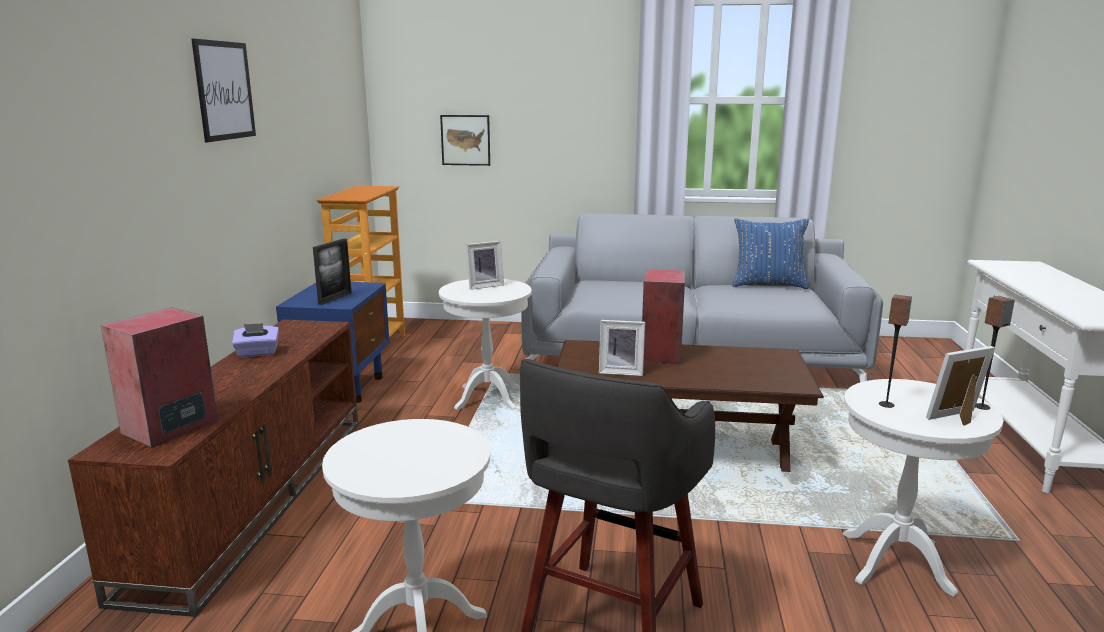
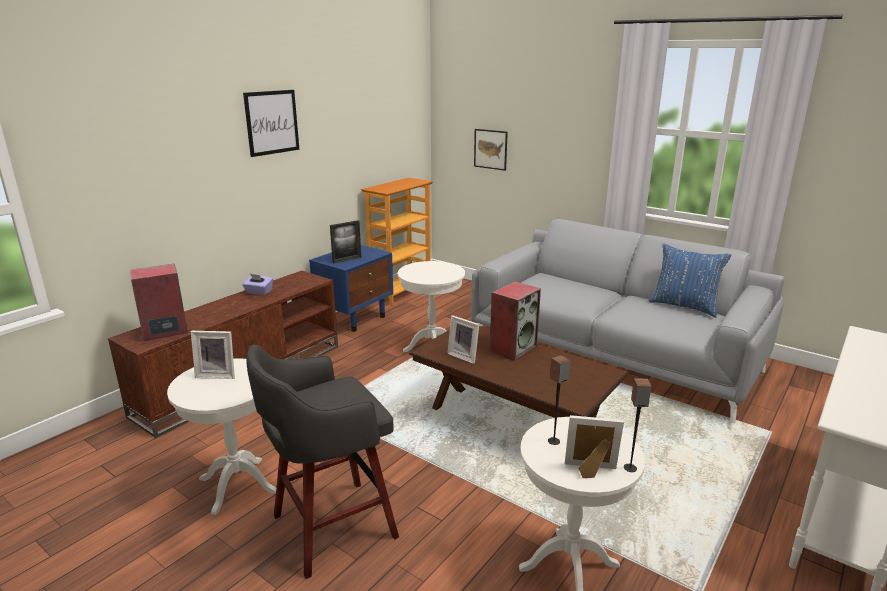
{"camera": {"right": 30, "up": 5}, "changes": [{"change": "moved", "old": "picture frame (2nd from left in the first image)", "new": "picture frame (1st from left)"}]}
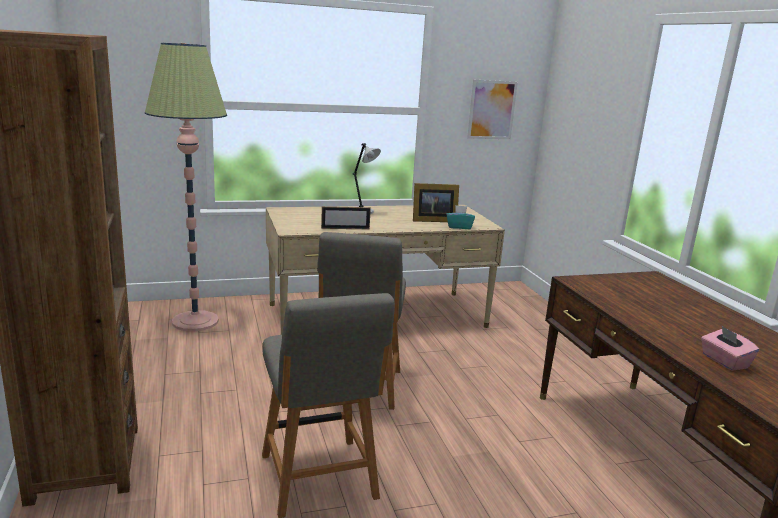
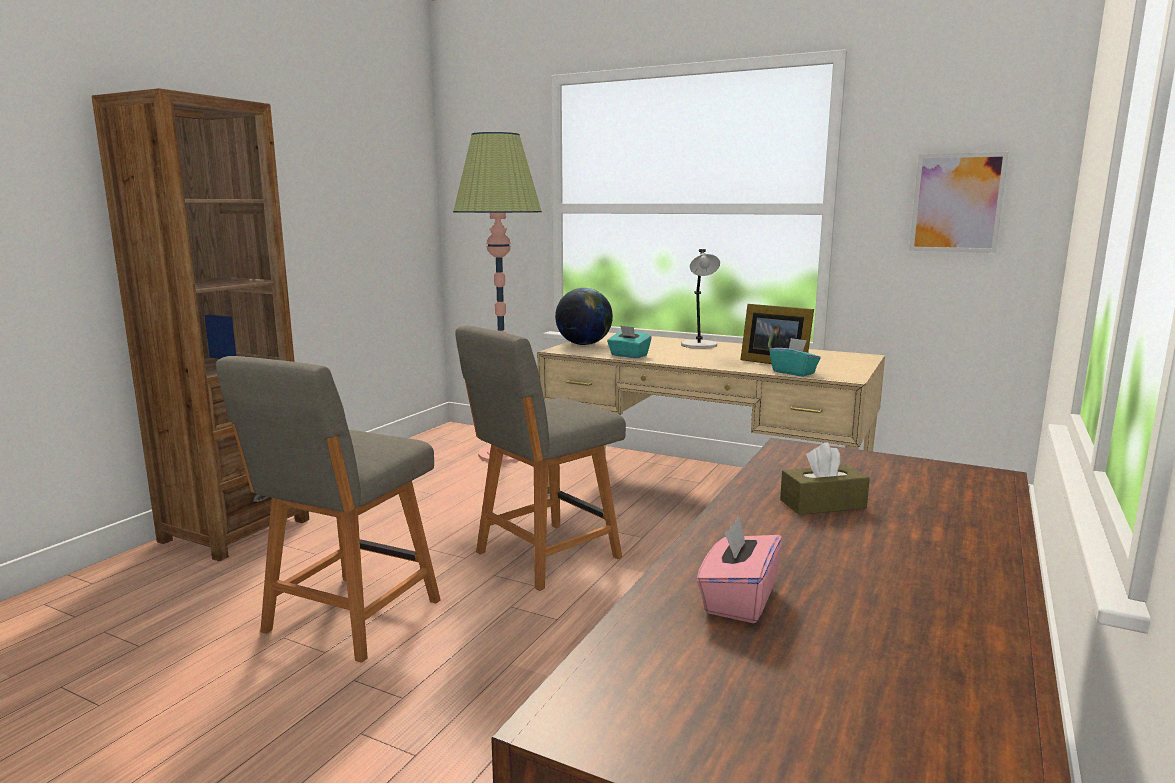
{"camera": {"right": 45, "up": -5}, "changes": [{"change": "added", "new": "globe"}, {"change": "added", "new": "brown tissue box"}, {"change": "replaced", "old": "picture frame (1st from left)", "new": "turquoise tissue box (1st from left)"}]}
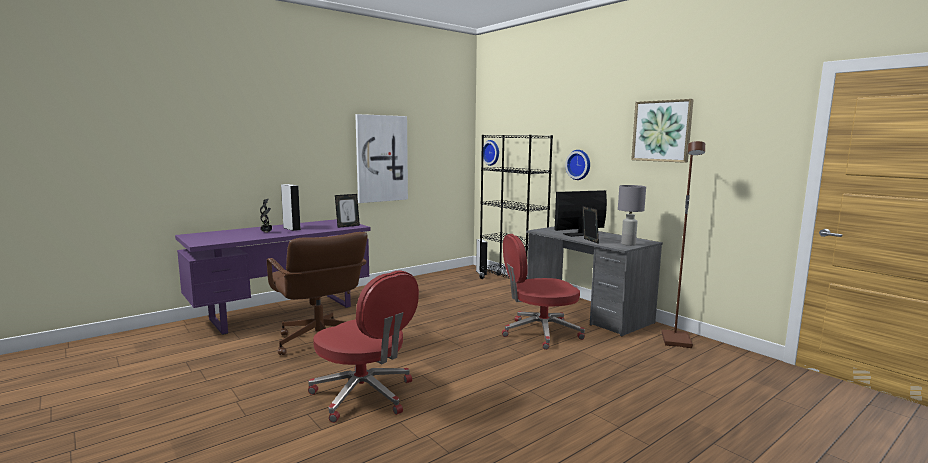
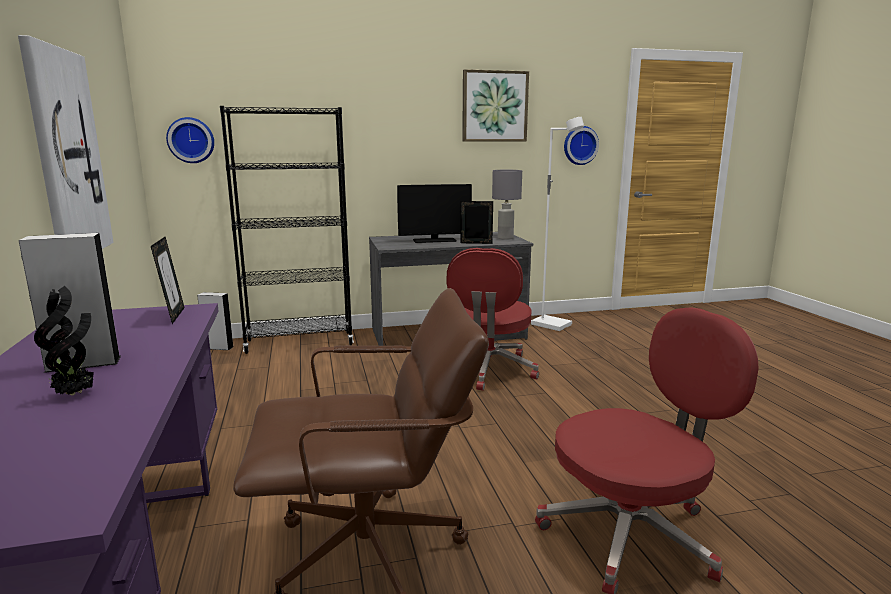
{"camera": {"right": -65, "up": 5}, "changes": [{"change": "moved", "old": "wall clock (2nd from left)"}, {"change": "recoloured", "old": "brown floor lamp", "new": "white floor lamp"}, {"change": "turned", "old": "monitor", "degrees": -105}]}
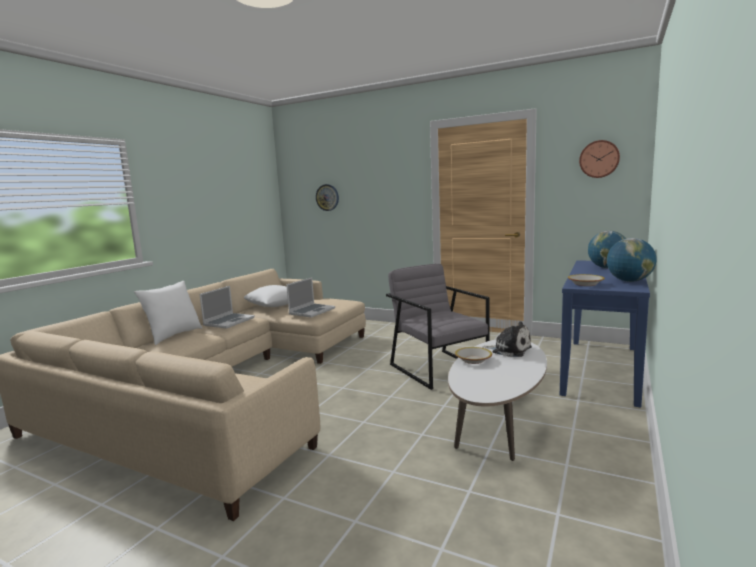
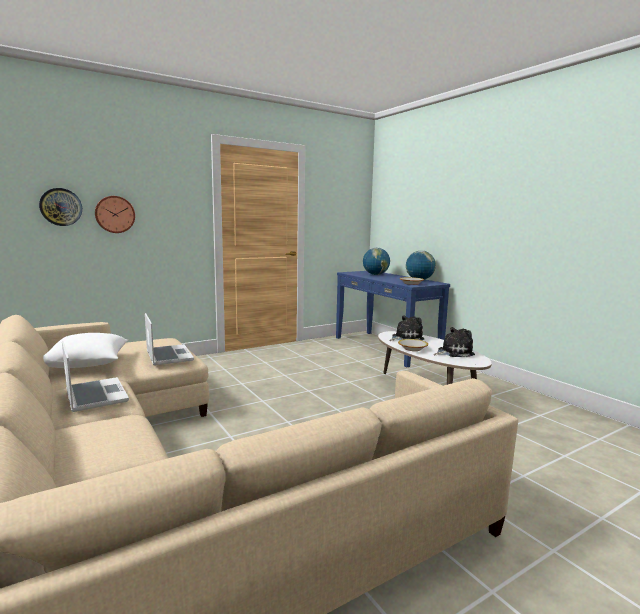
{"camera": {"right": -60, "up": 0}, "changes": [{"change": "removed", "old": "white pillow (1st from left)"}, {"change": "removed", "old": "grey armchair"}, {"change": "added", "new": "plush toy (2nd from left)"}, {"change": "moved", "old": "wall clock (2nd from left)"}]}
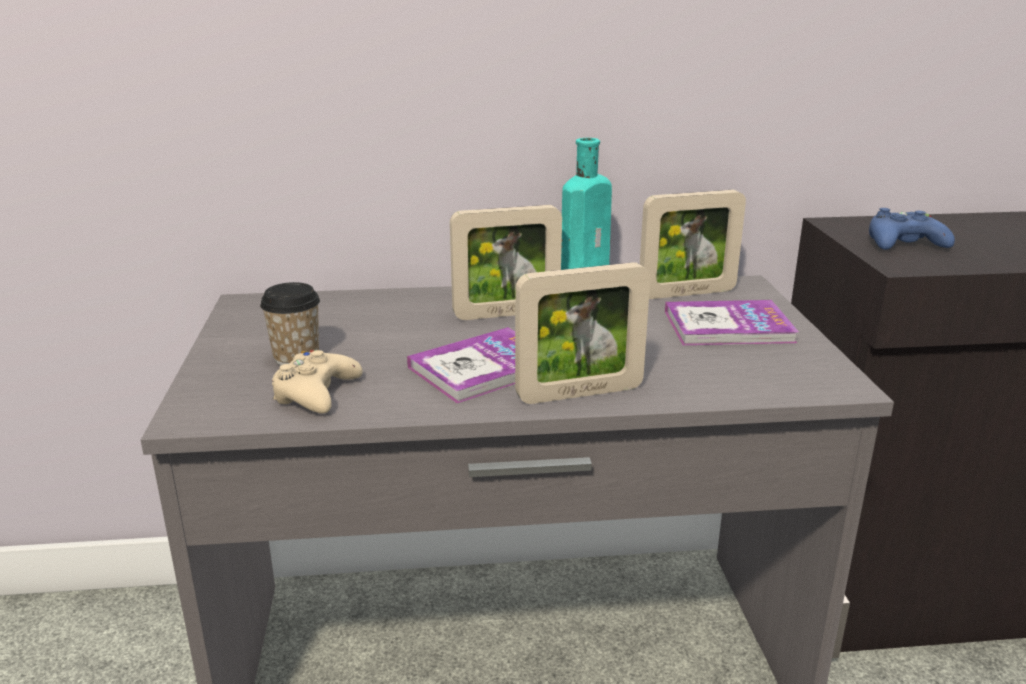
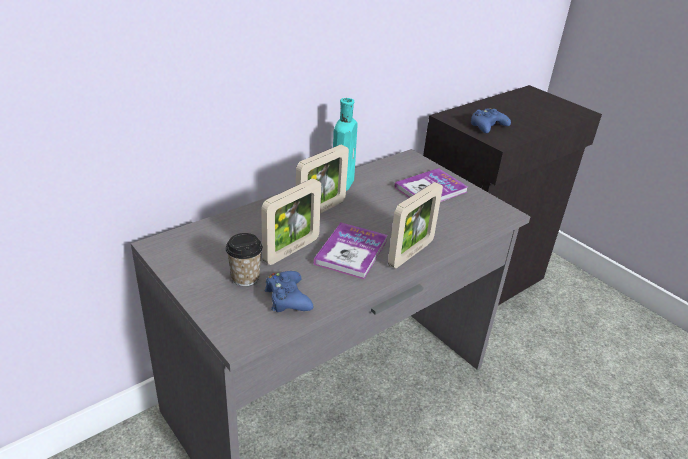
{"camera": {"right": -35, "up": 10}, "changes": [{"change": "moved", "old": "picture frame (3rd from left in the first image)", "new": "picture frame (1st from left)"}, {"change": "recoloured", "old": "beige game controller", "new": "blue game controller (1st from left)"}]}
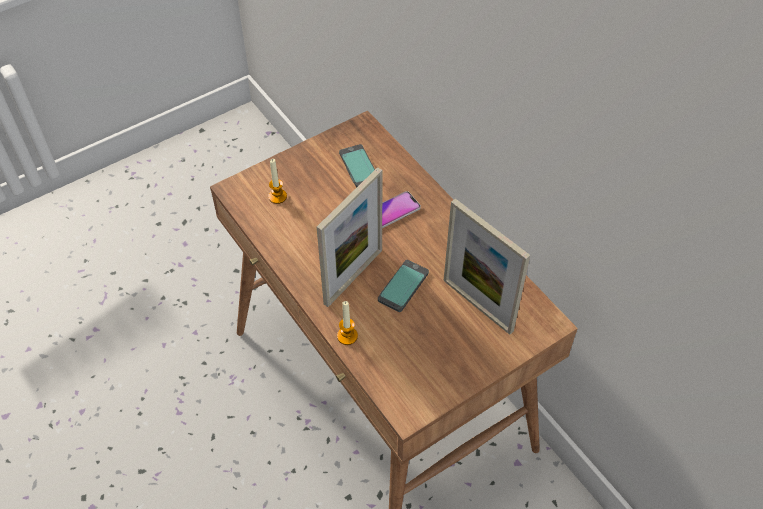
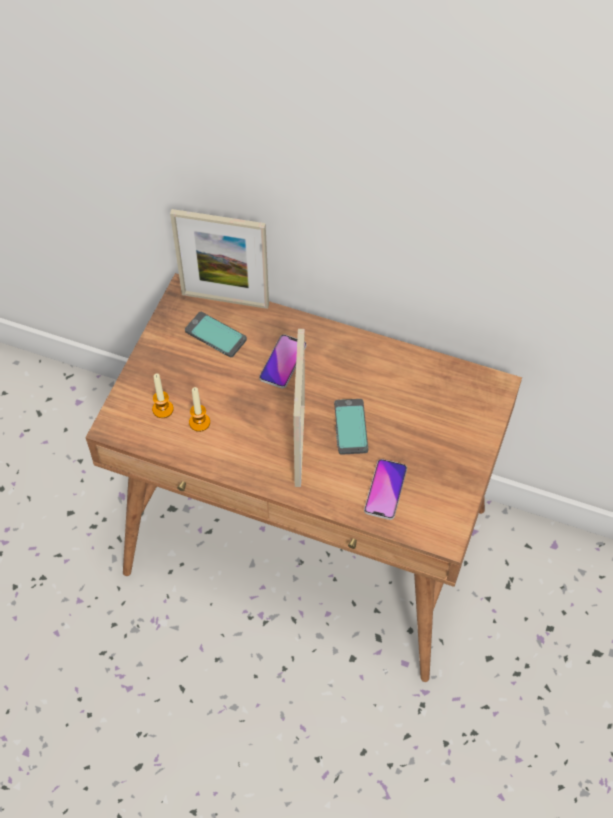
{"camera": {"right": -35, "up": 5}, "changes": [{"change": "added", "new": "phone (4th from left)"}, {"change": "moved", "old": "candle (2nd from left)"}, {"change": "moved", "old": "picture frame (2nd from left in the first image)", "new": "picture frame (1st from left)"}]}
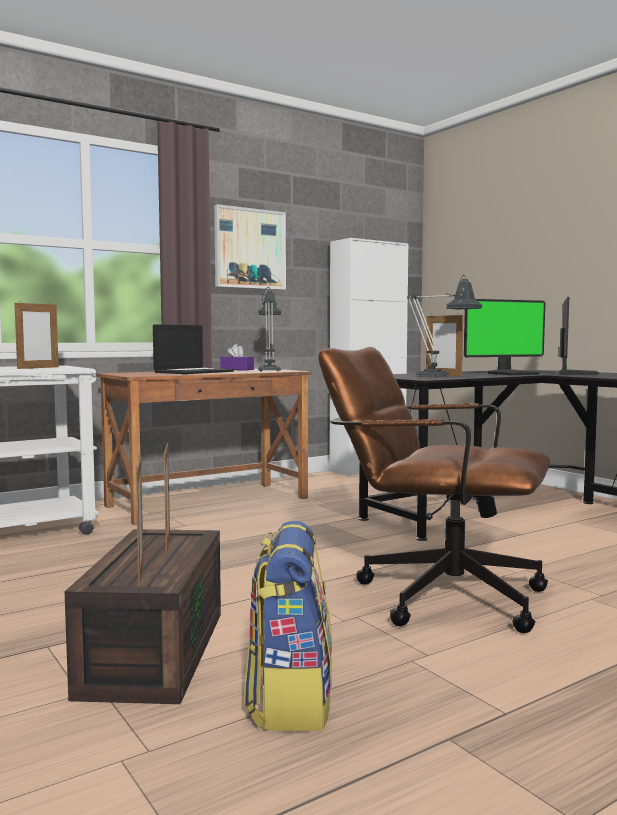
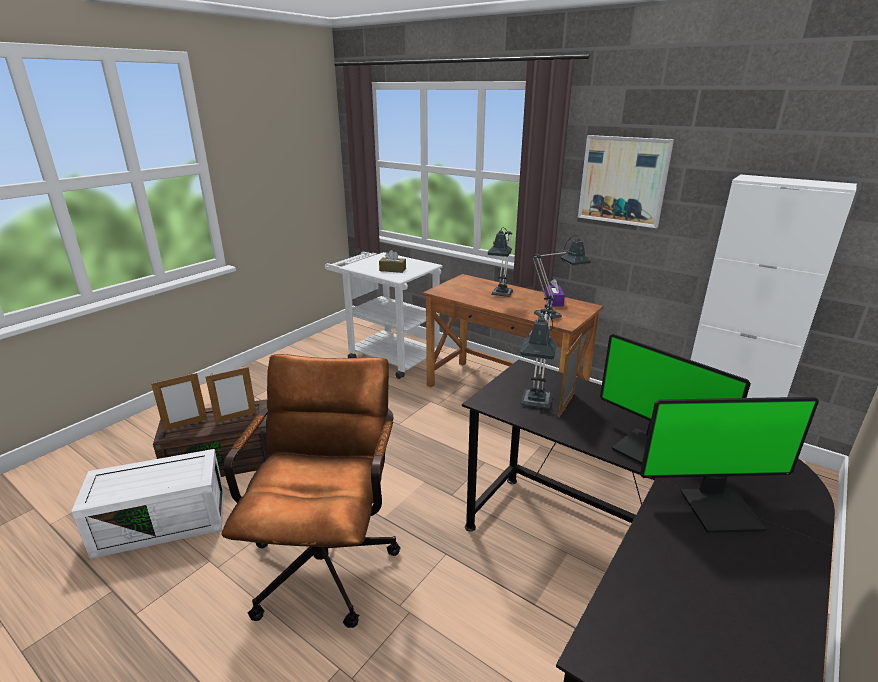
{"camera": {"right": 70, "up": 20}, "changes": [{"change": "replaced", "old": "picture frame (1st from left)", "new": "brown tissue box"}, {"change": "replaced", "old": "laptop", "new": "table lamp (1st from left)"}, {"change": "replaced", "old": "backpack", "new": "white storage box"}]}
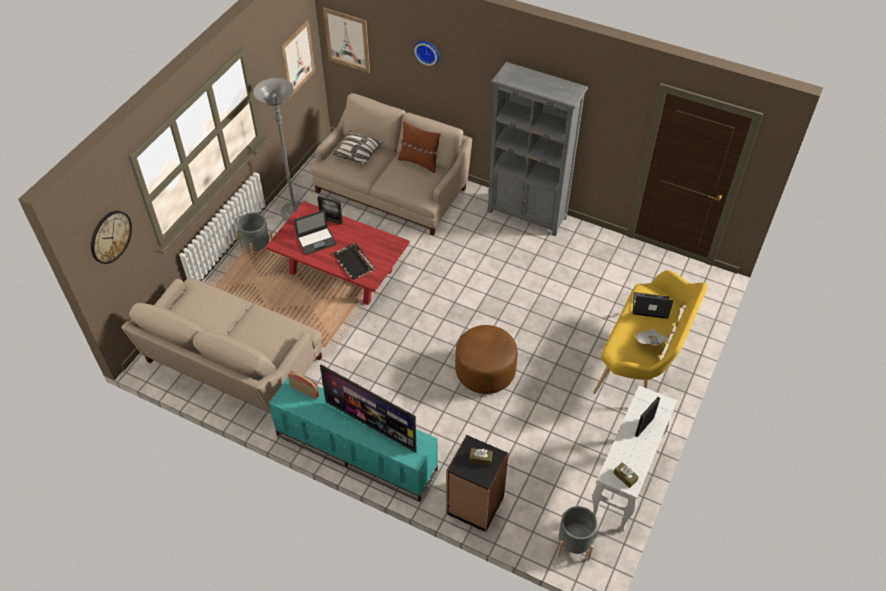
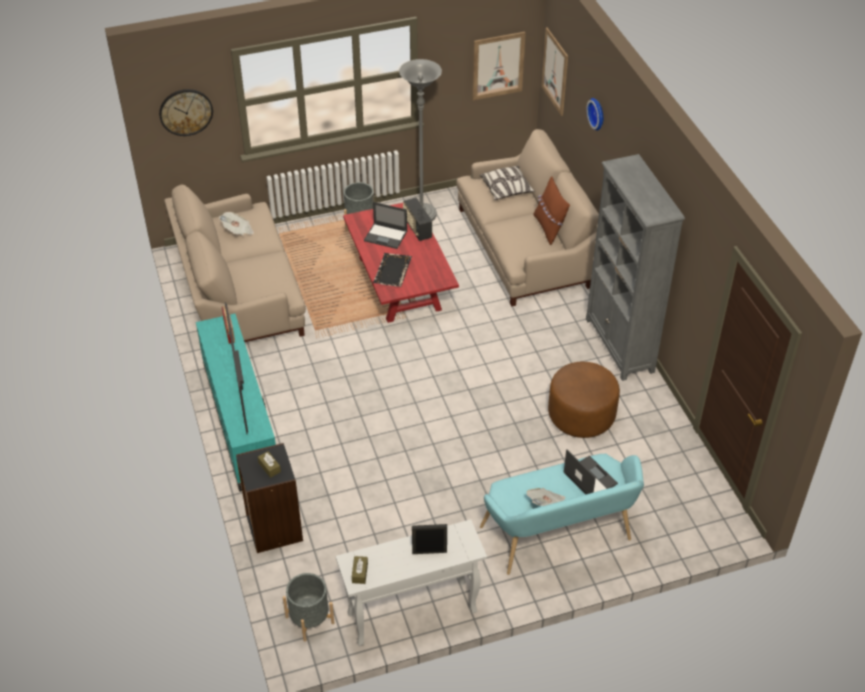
{"camera": {"right": 45, "up": -5}, "changes": [{"change": "added", "new": "newspaper (1st from left)"}, {"change": "moved", "old": "brown ottoman"}, {"change": "replaced", "old": "picture frame (1st from left)", "new": "radio (2nd from left)"}, {"change": "recoloured", "old": "yellow bench", "new": "turquoise bench"}]}
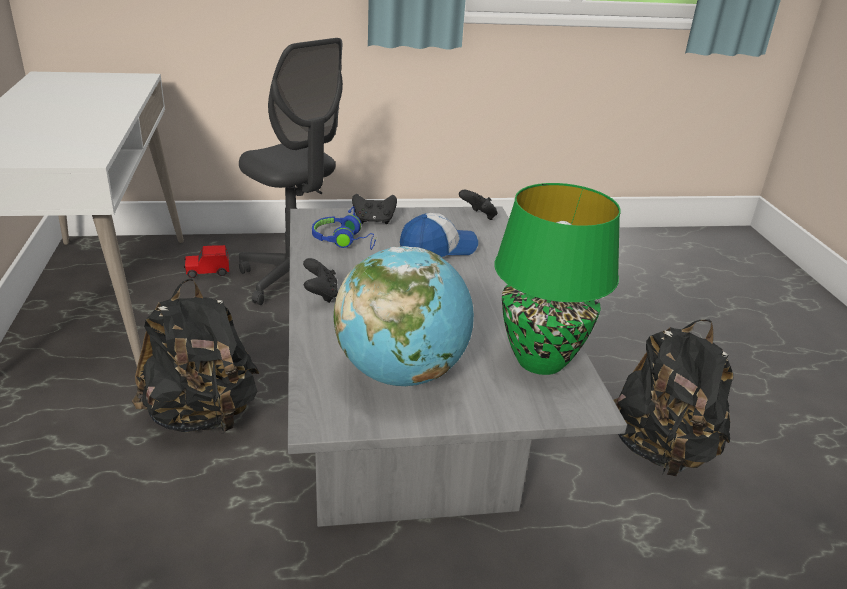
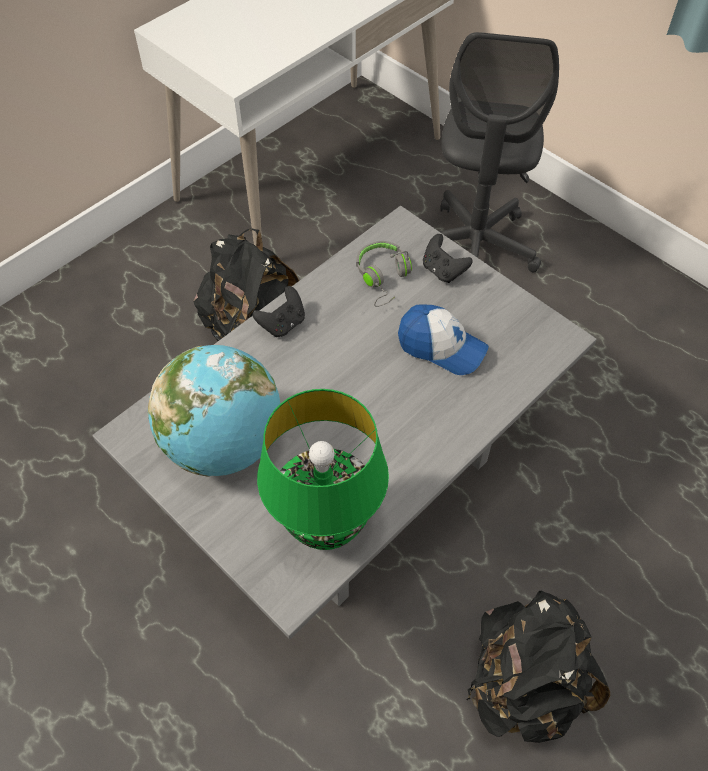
{"camera": {"right": 55, "up": 25}, "changes": [{"change": "removed", "old": "red toy car"}, {"change": "removed", "old": "black game controller (3rd from left)"}, {"change": "recoloured", "old": "blue headphones", "new": "grey headphones"}]}
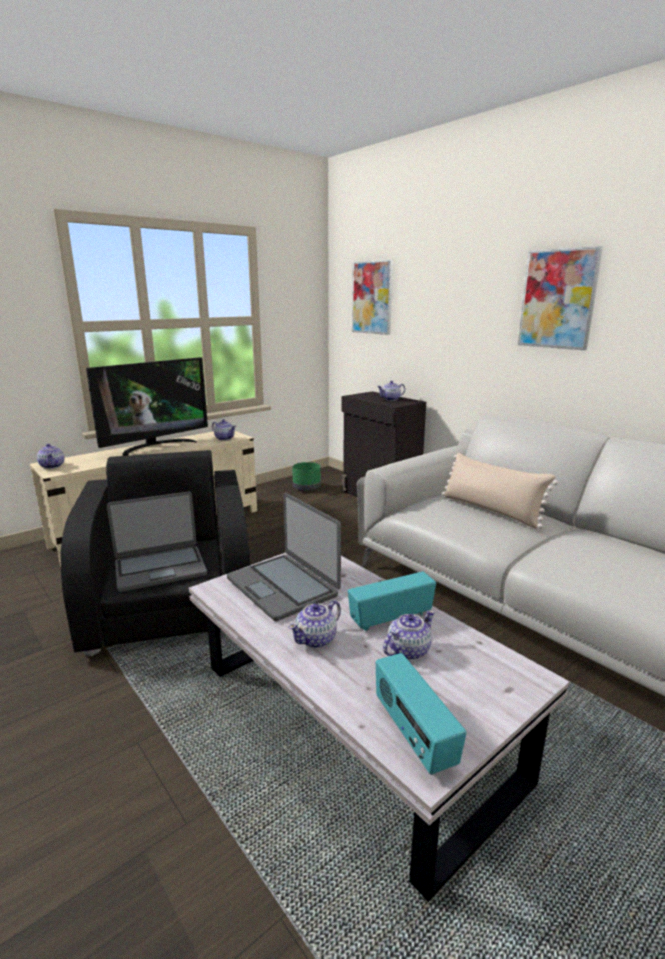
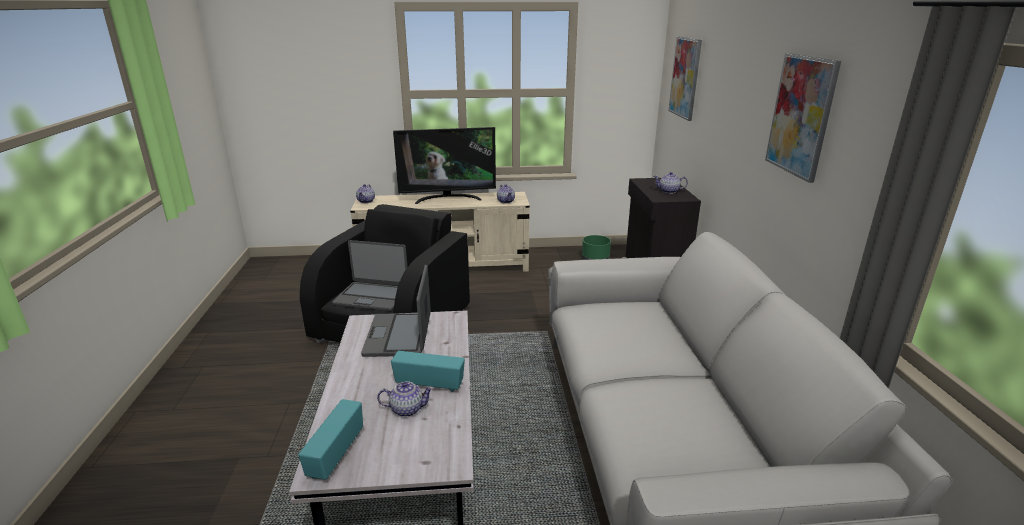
{"camera": {"right": 35, "up": 5}, "changes": [{"change": "removed", "old": "teapot (3rd from left)"}, {"change": "removed", "old": "beige pillow"}]}
